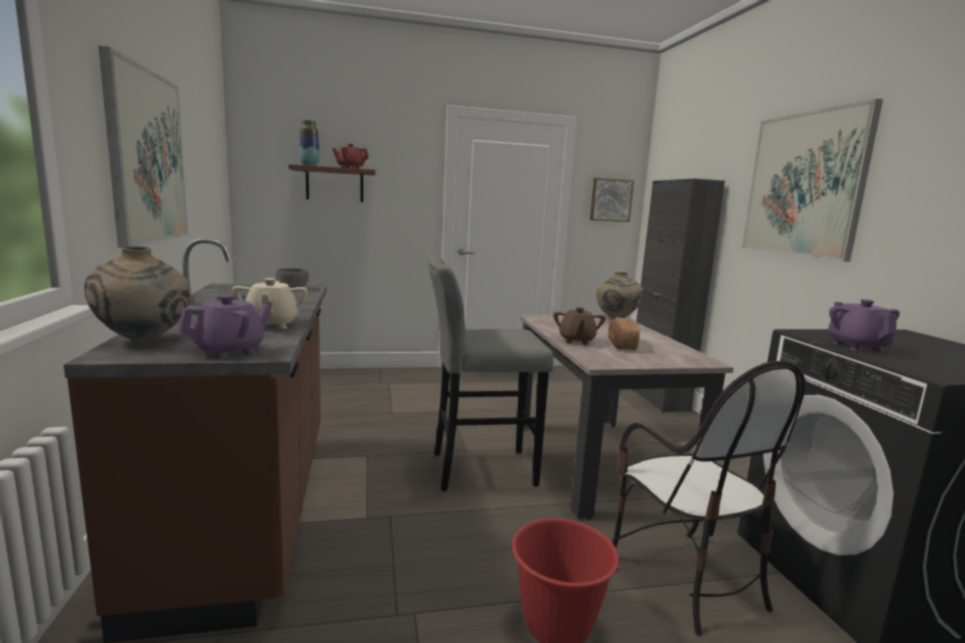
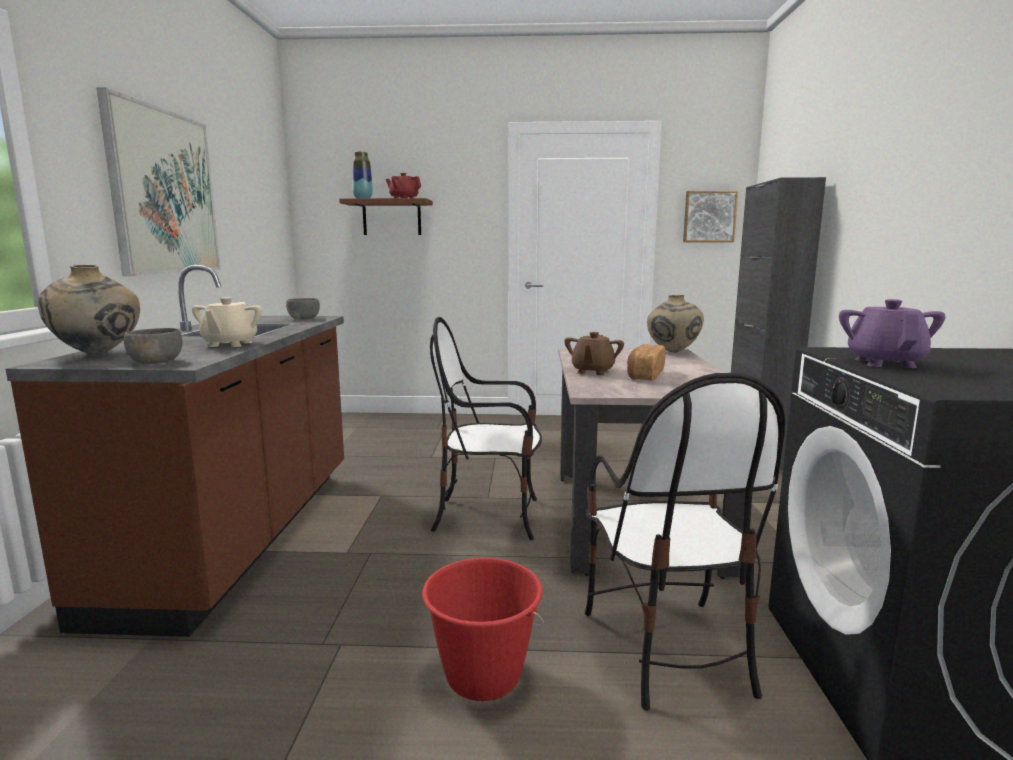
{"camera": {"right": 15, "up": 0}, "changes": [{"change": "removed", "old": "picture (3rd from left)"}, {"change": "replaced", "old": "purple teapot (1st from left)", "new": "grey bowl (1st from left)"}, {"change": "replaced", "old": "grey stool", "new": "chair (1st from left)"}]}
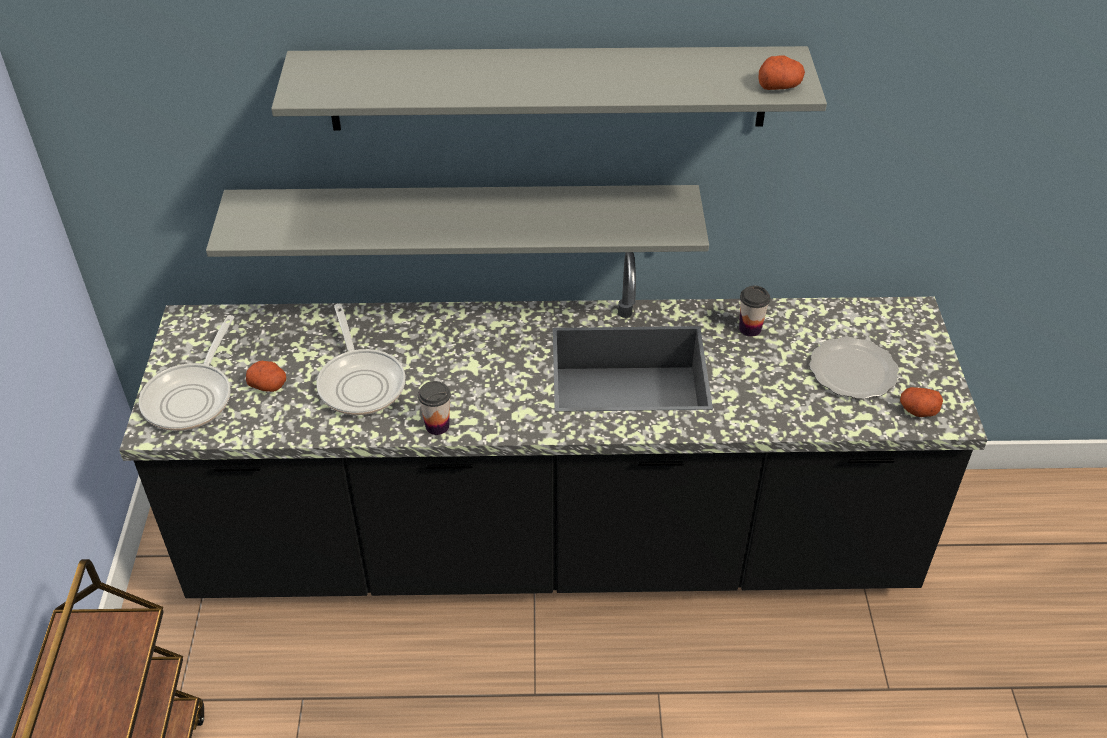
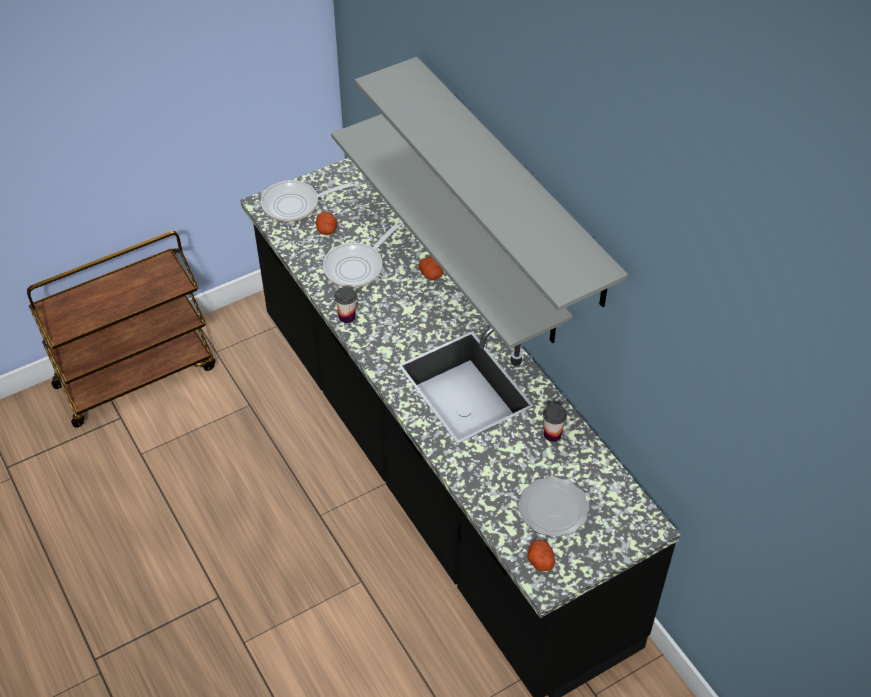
{"camera": {"right": 60, "up": 5}, "changes": [{"change": "moved", "old": "potato (2nd from left)"}]}
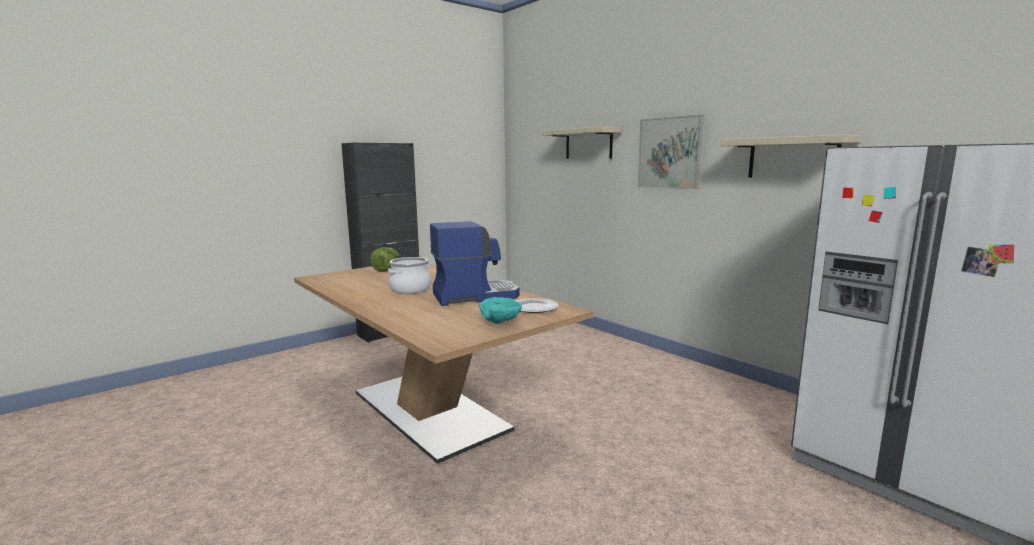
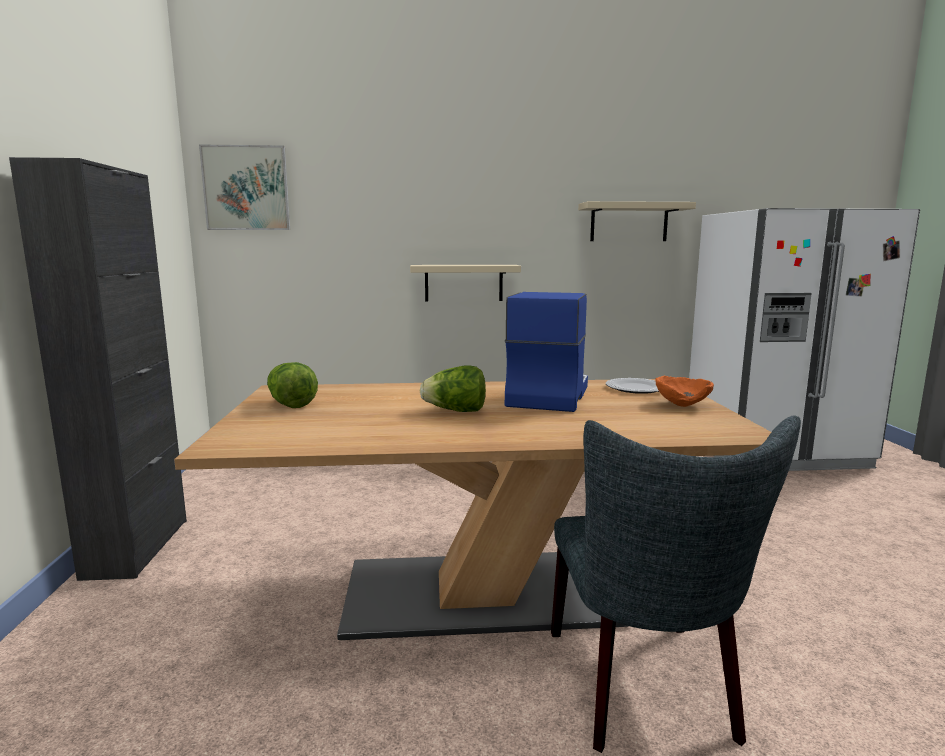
{"camera": {"right": -55, "up": 0}, "changes": [{"change": "added", "new": "grey chair"}, {"change": "moved", "old": "beige shelf (1st from left)"}, {"change": "moved", "old": "picture"}, {"change": "replaced", "old": "cooking pot", "new": "lettuce (2nd from left)"}, {"change": "recoloured", "old": "turquoise bowl", "new": "orange bowl"}]}
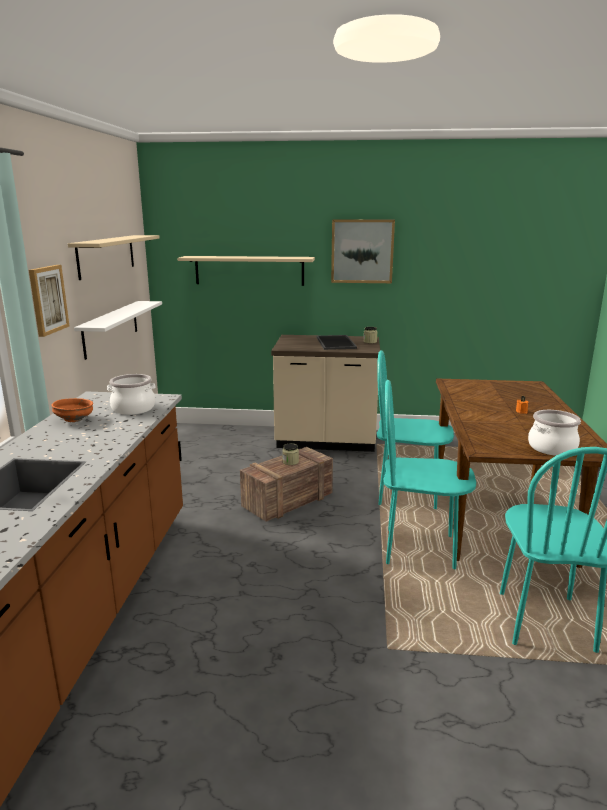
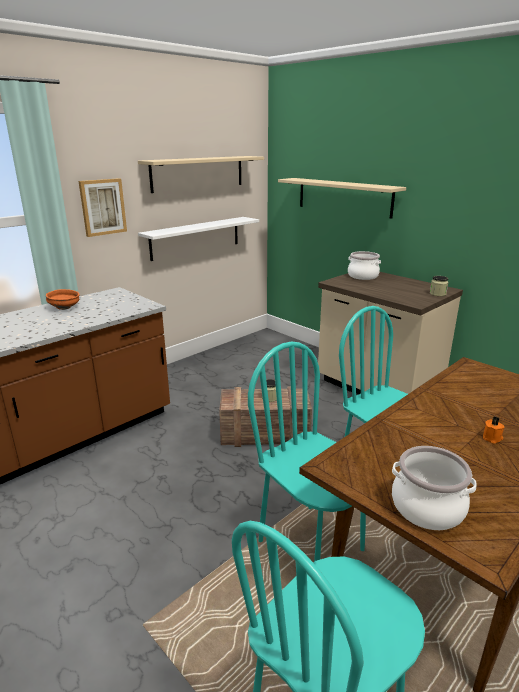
{"camera": {"right": 40, "up": 5}, "changes": [{"change": "removed", "old": "tray"}, {"change": "removed", "old": "picture (2nd from left)"}, {"change": "moved", "old": "cooking pot (1st from left)"}]}
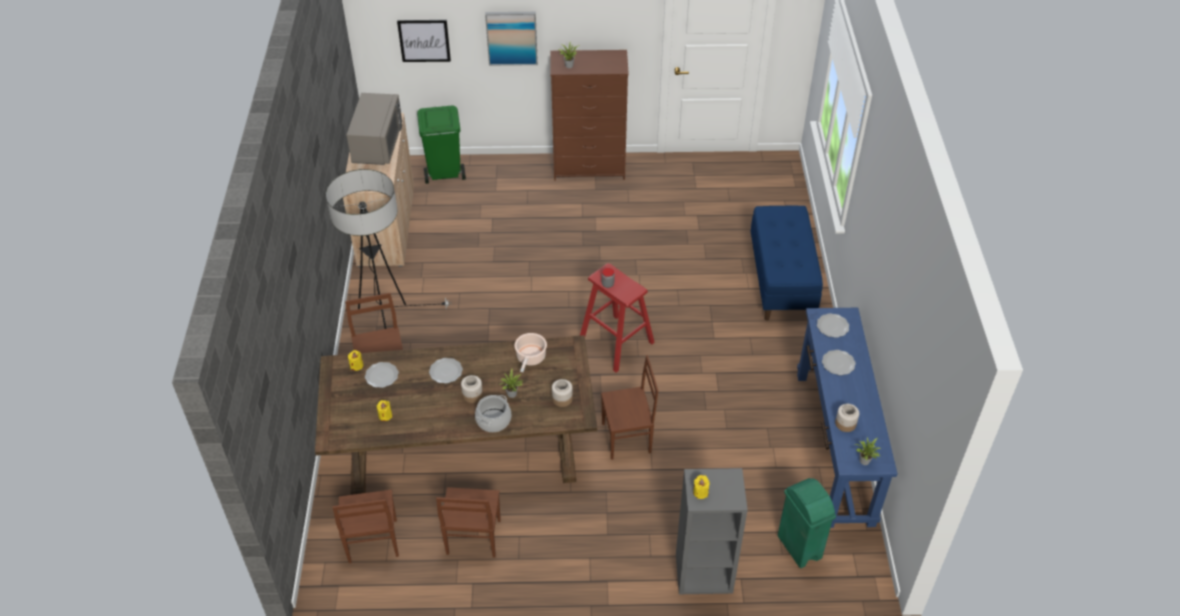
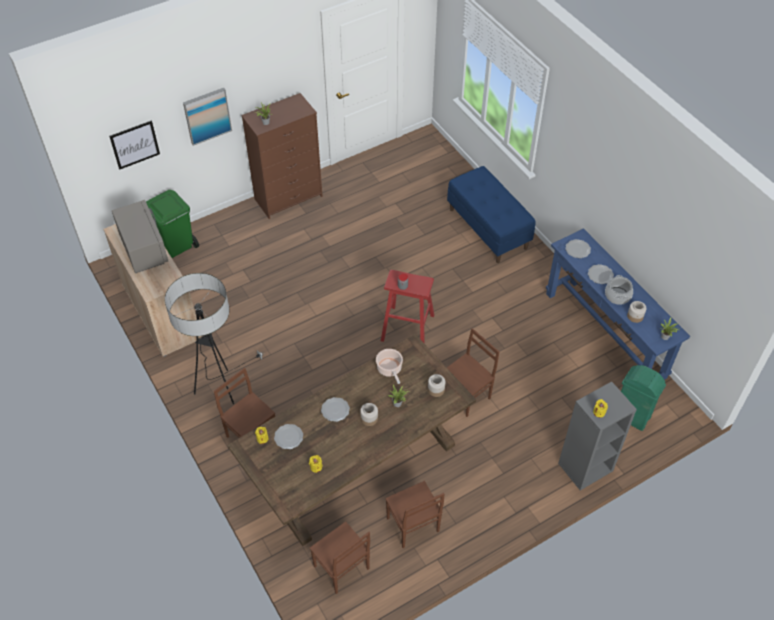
{"camera": {"right": -30, "up": 5}, "changes": [{"change": "moved", "old": "cooking pot (1st from left in the first image)", "new": "cooking pot (2nd from left)"}]}
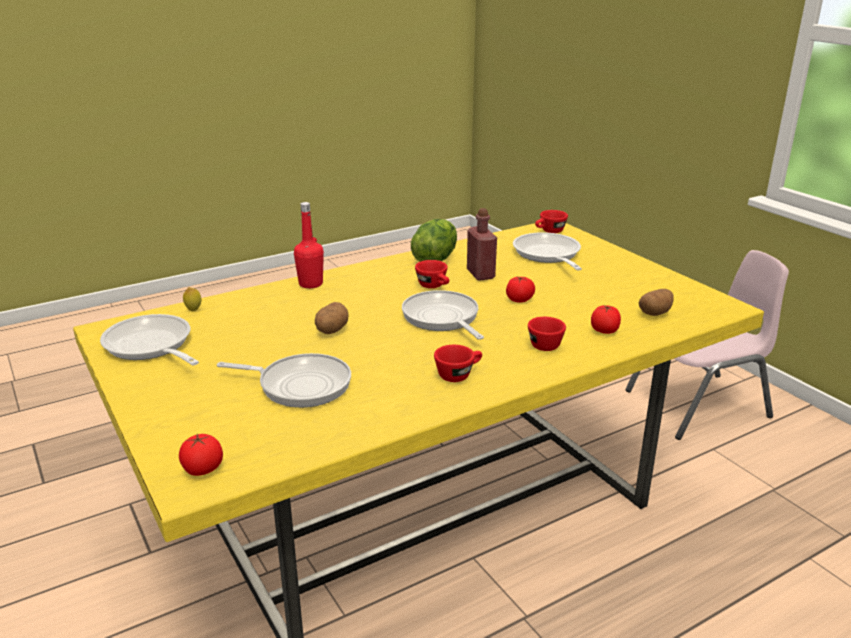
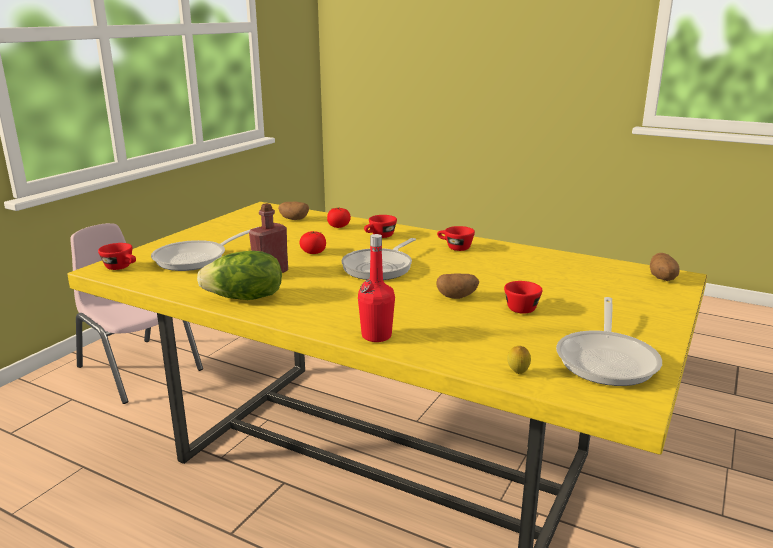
{"camera": {"right": -120, "up": -5}, "changes": [{"change": "removed", "old": "frying pan (2nd from left)"}, {"change": "moved", "old": "red cup (1st from left in the first image)", "new": "red cup (4th from left)"}, {"change": "replaced", "old": "tomato (1st from left)", "new": "potato (3rd from left)"}]}
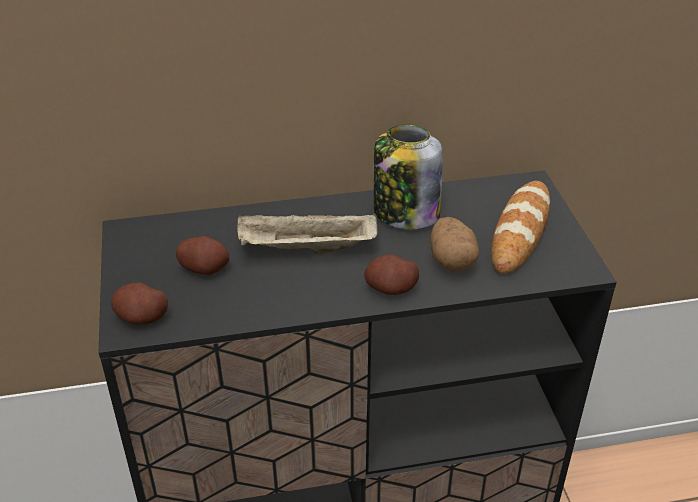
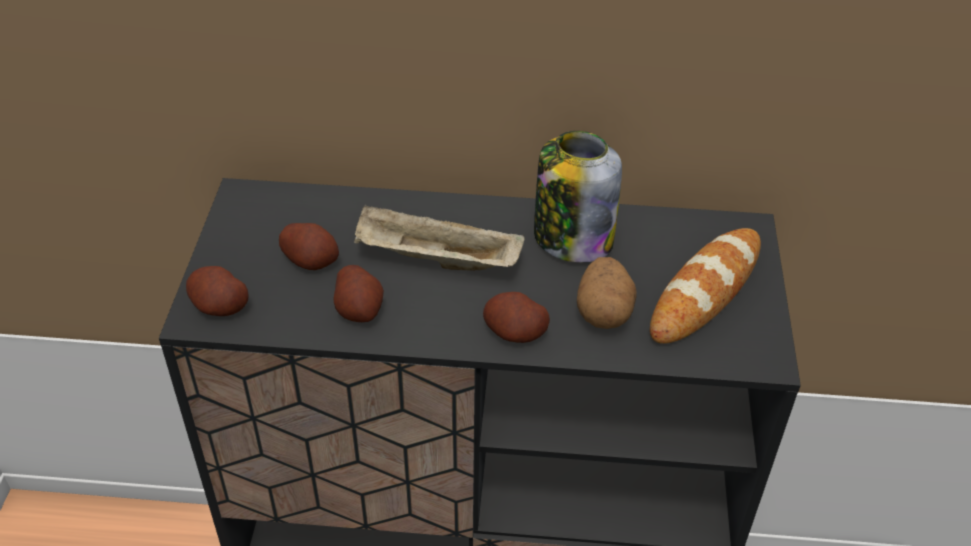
{"camera": {"right": 15, "up": 5}, "changes": [{"change": "added", "new": "potato (3rd from left)"}]}
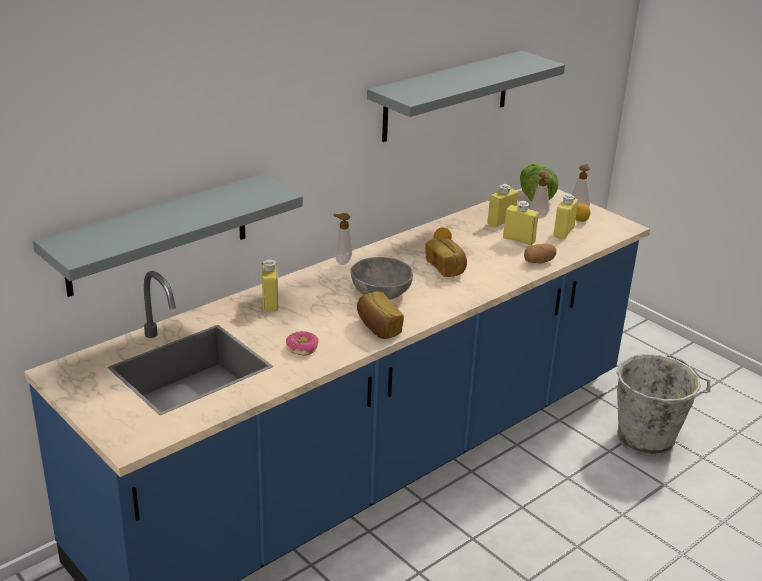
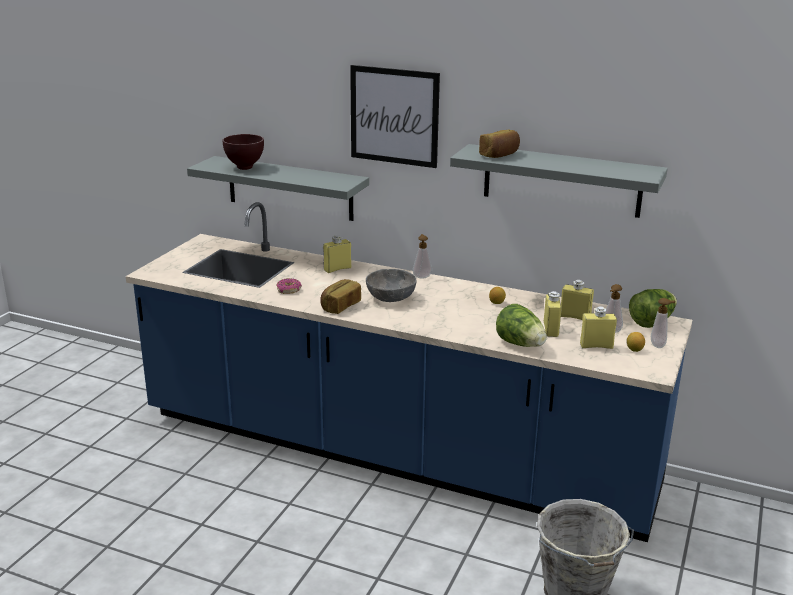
{"camera": {"right": 65, "up": -5}, "changes": [{"change": "added", "new": "brown bowl"}, {"change": "added", "new": "picture"}, {"change": "moved", "old": "bread (2nd from left)"}, {"change": "replaced", "old": "potato", "new": "lettuce (1st from left)"}]}
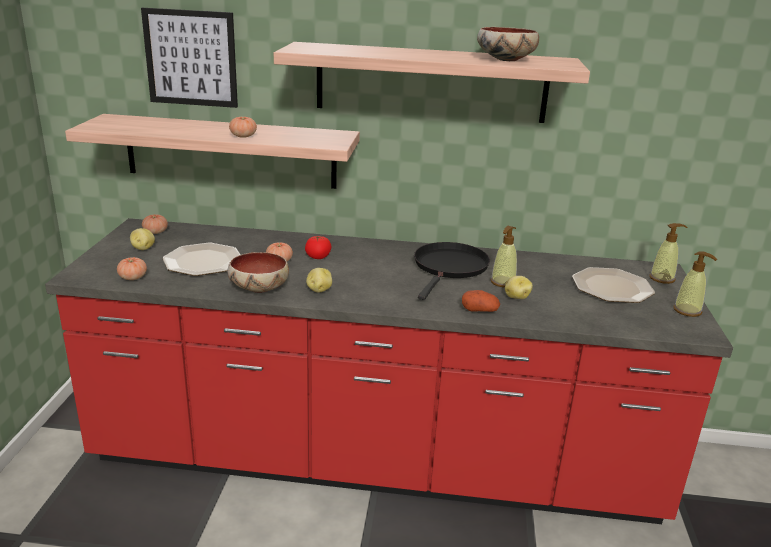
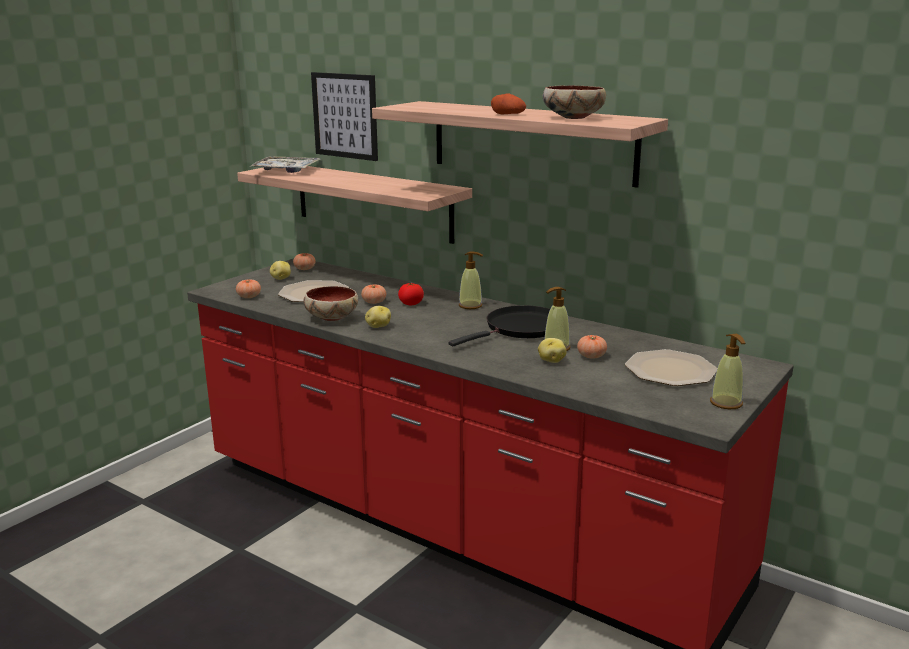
{"camera": {"right": 30, "up": -5}, "changes": [{"change": "added", "new": "tray"}, {"change": "moved", "old": "tomato (3rd from left in the first image)", "new": "tomato (5th from left)"}, {"change": "moved", "old": "potato (3rd from left)"}, {"change": "moved", "old": "soap dispenser (2nd from left in the first image)", "new": "soap dispenser (1st from left)"}]}
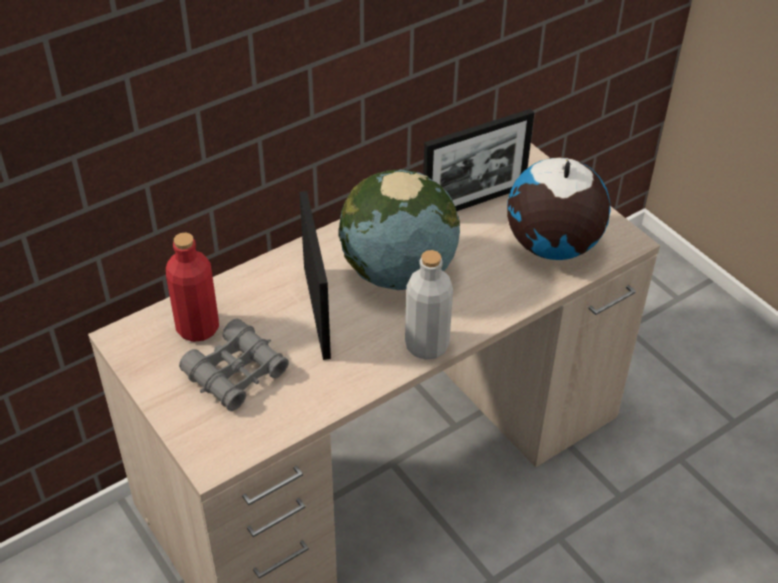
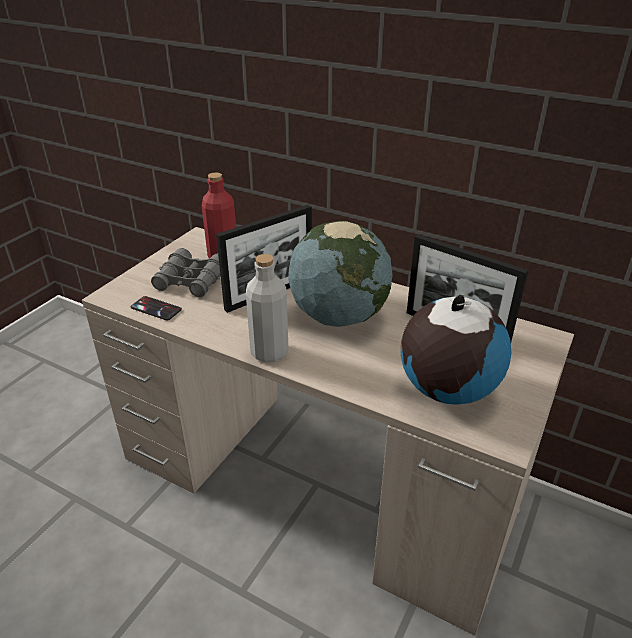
{"camera": {"right": 65, "up": -10}, "changes": [{"change": "added", "new": "phone"}]}
